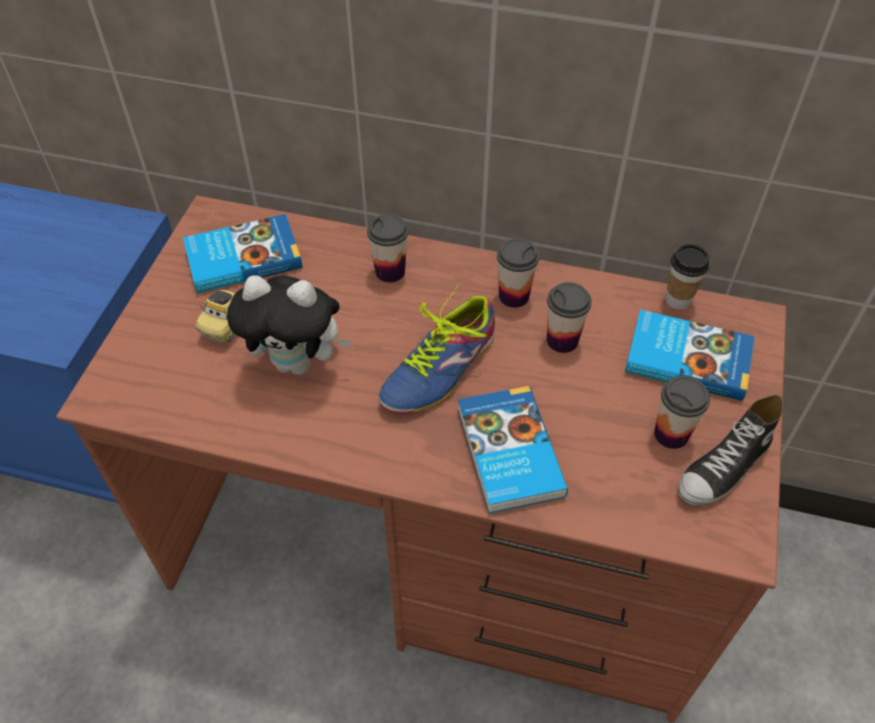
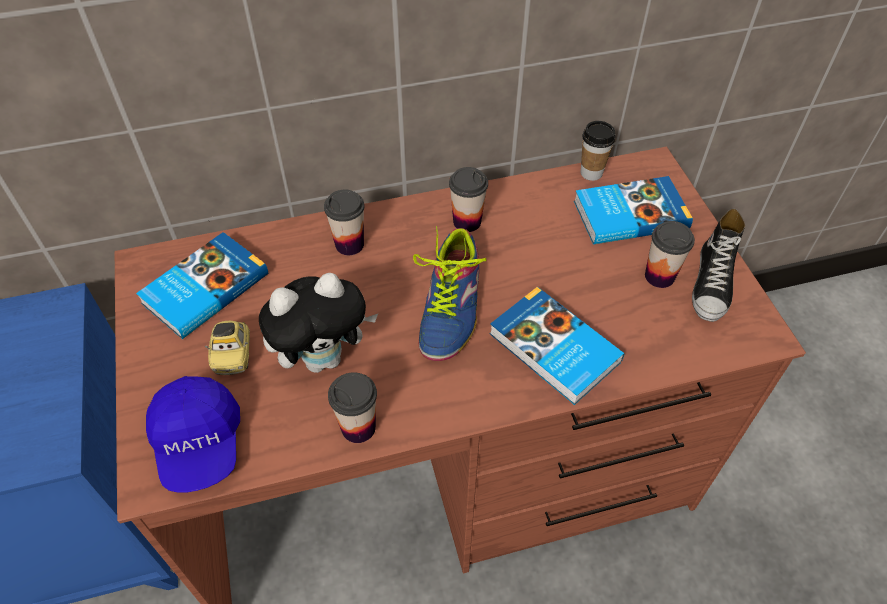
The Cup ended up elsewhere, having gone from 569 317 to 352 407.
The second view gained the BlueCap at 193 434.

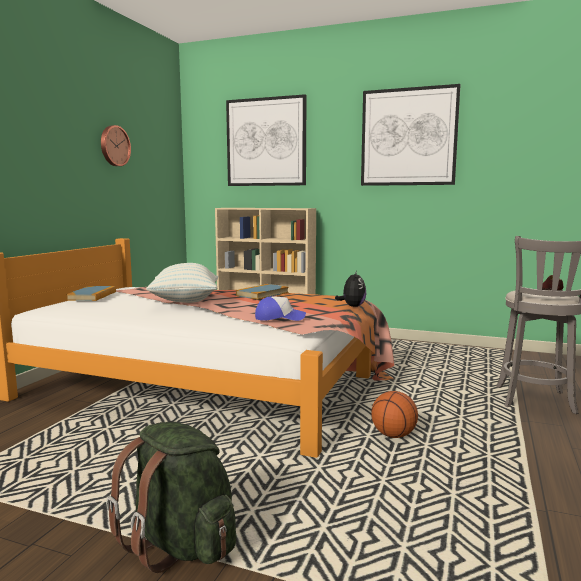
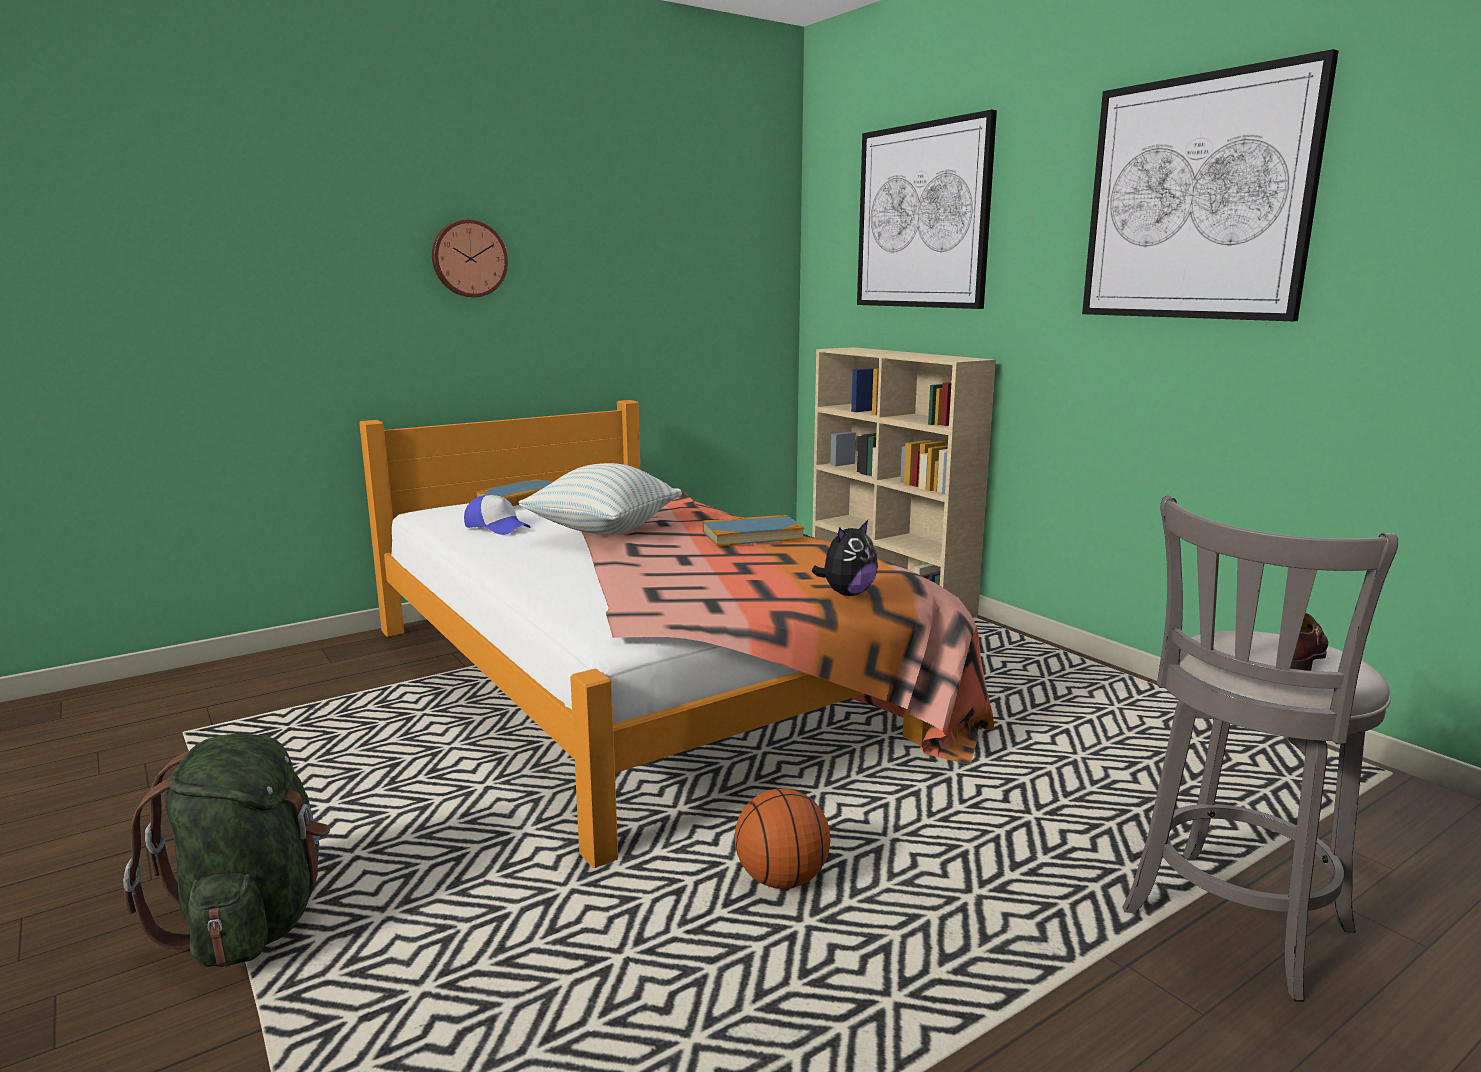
The WallClock ended up elsewhere, having gone from 116 145 to 470 258.
The Cap ended up elsewhere, having gone from 280 308 to 497 515.

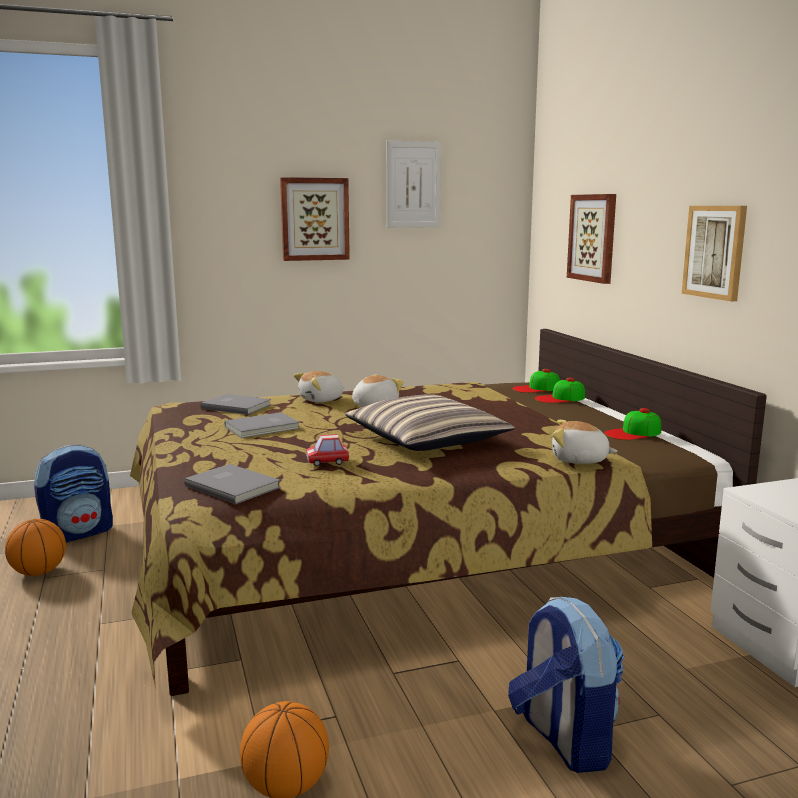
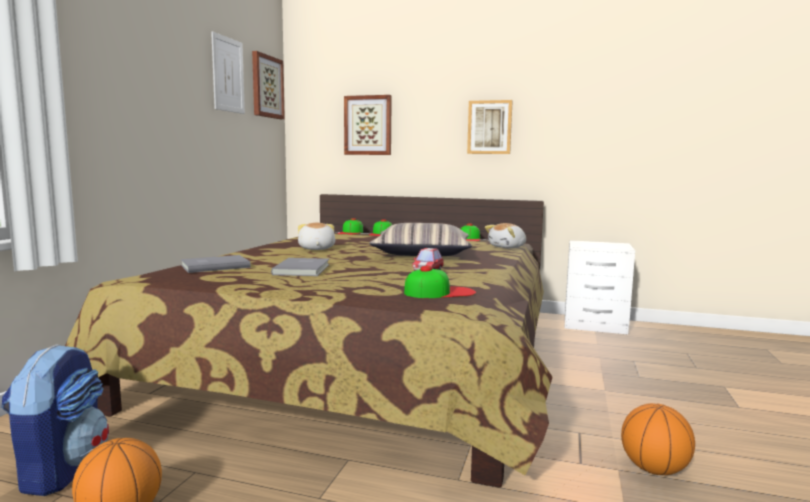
The Picture ended up elsewhere, having gone from 315 219 to 268 85.
The second view lost the PlushToy at 319 387.
Where the GreyBook stood at 232 484, the Cap came to stand at 440 282.
The second view lost the Backpack at 566 685.

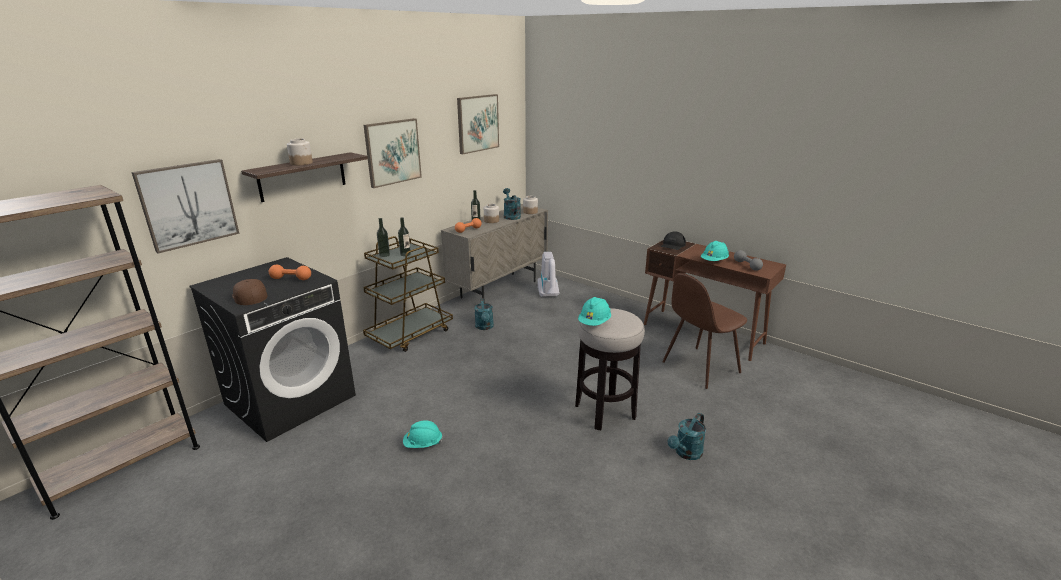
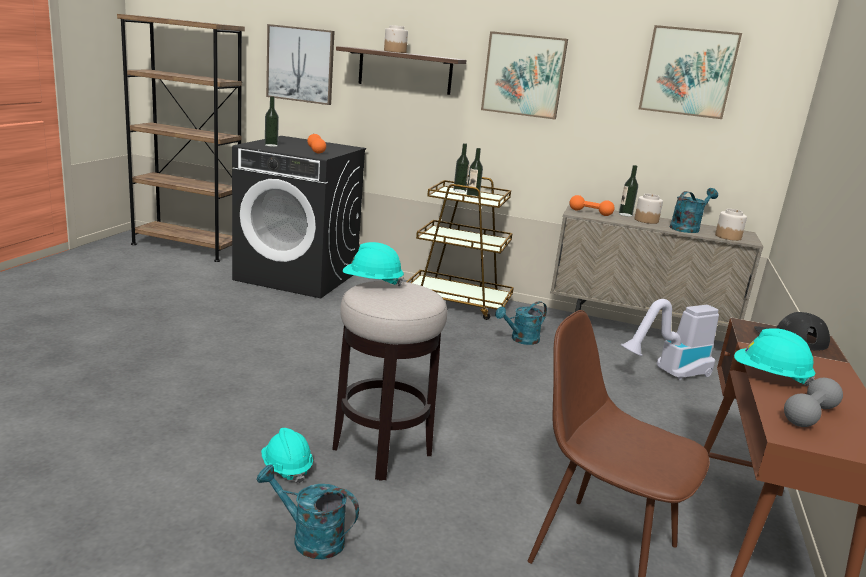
Where the BrownCap stood at 249 292, the Bottle came to stand at 272 121.
The TurquoiseHardHat ended up elsewhere, having gone from 423 434 to 287 455.

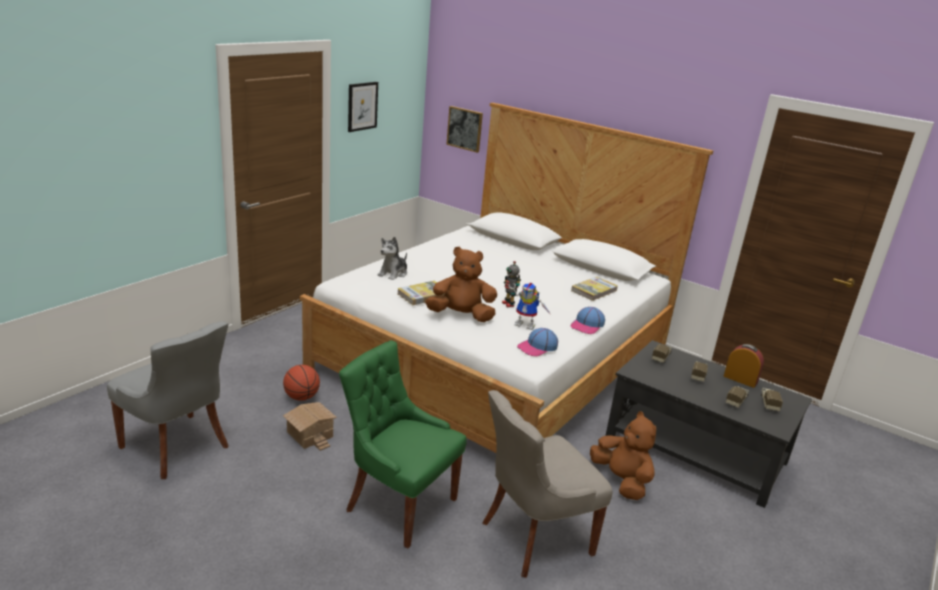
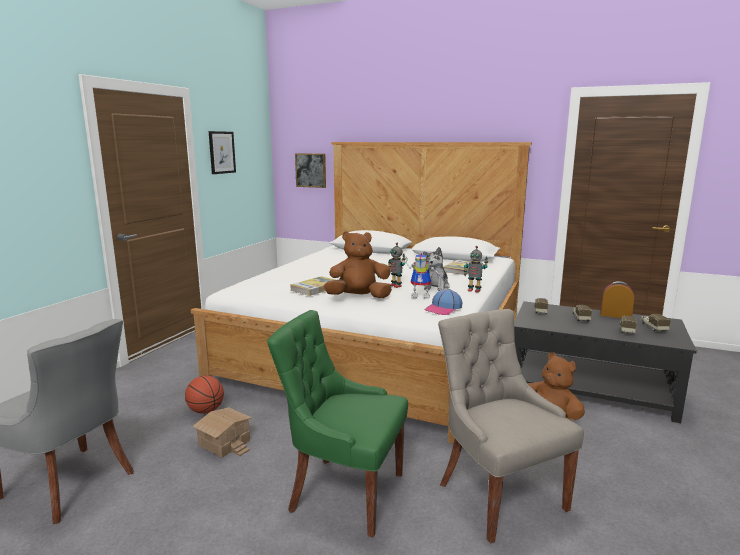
The PlushToy ended up elsewhere, having gone from 392 258 to 436 269.
Where the Cap stood at 588 320, the ToyRobot came to stand at 476 269.
The GreyChair at 547 484 ended up facing another way, 105 degrees clockwise from before.

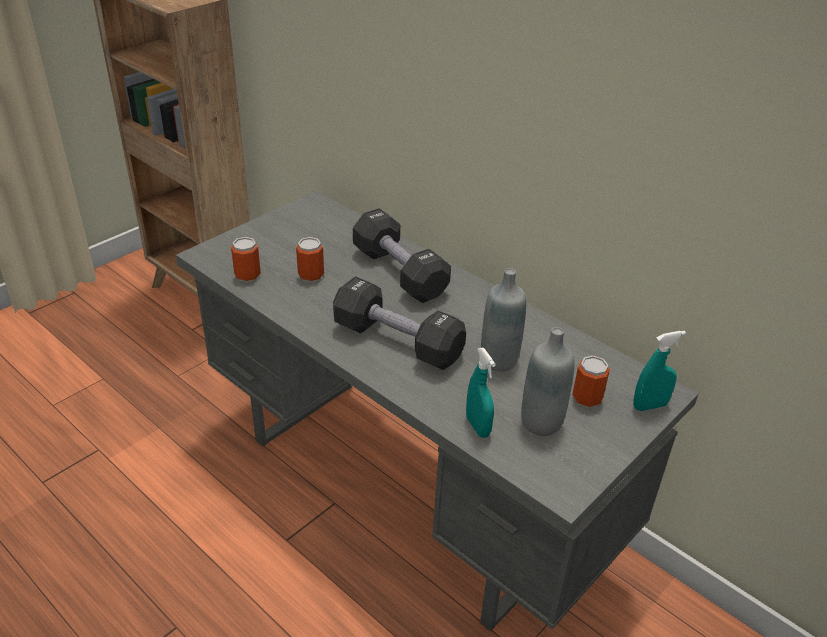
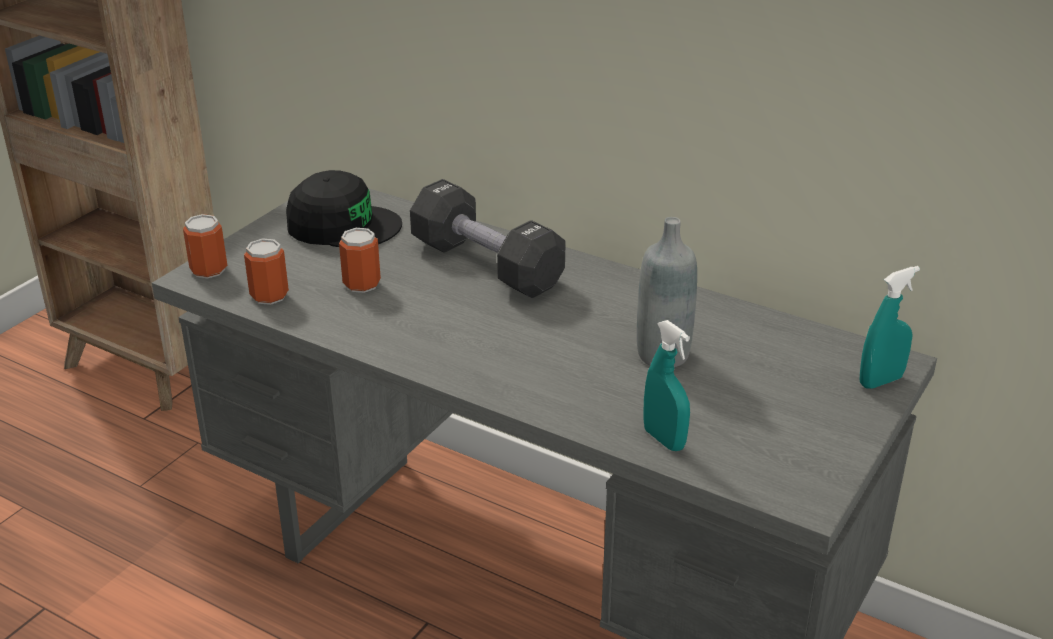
The second view lost the BlackDumbbell at 399 323.
The second view lost the GreyBottle at 548 381.
The Can ended up elsewhere, having gone from 591 381 to 205 246.
The second view gained the BlackCap at 344 208.

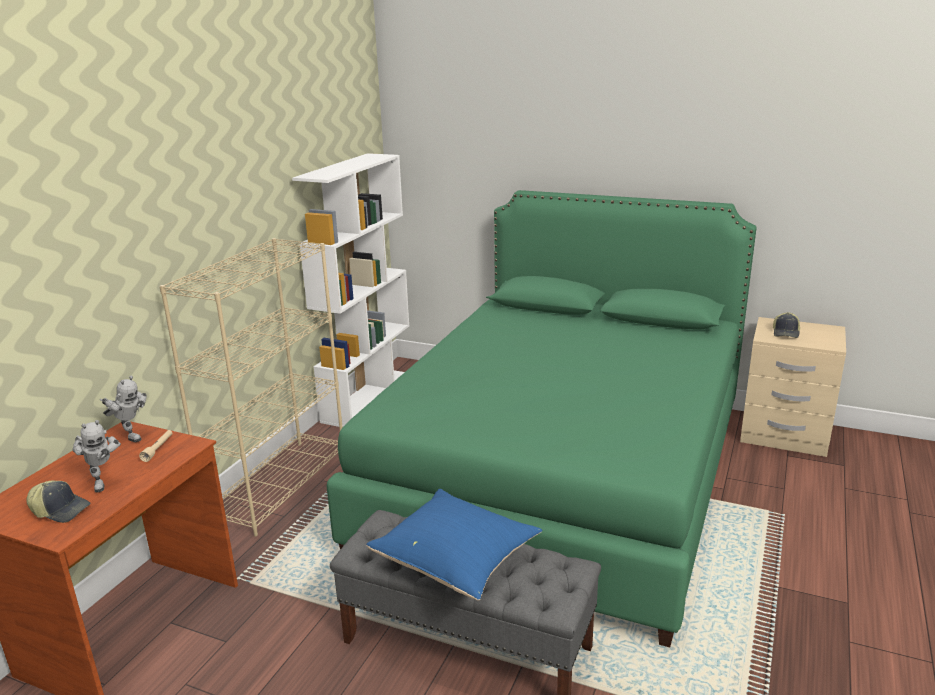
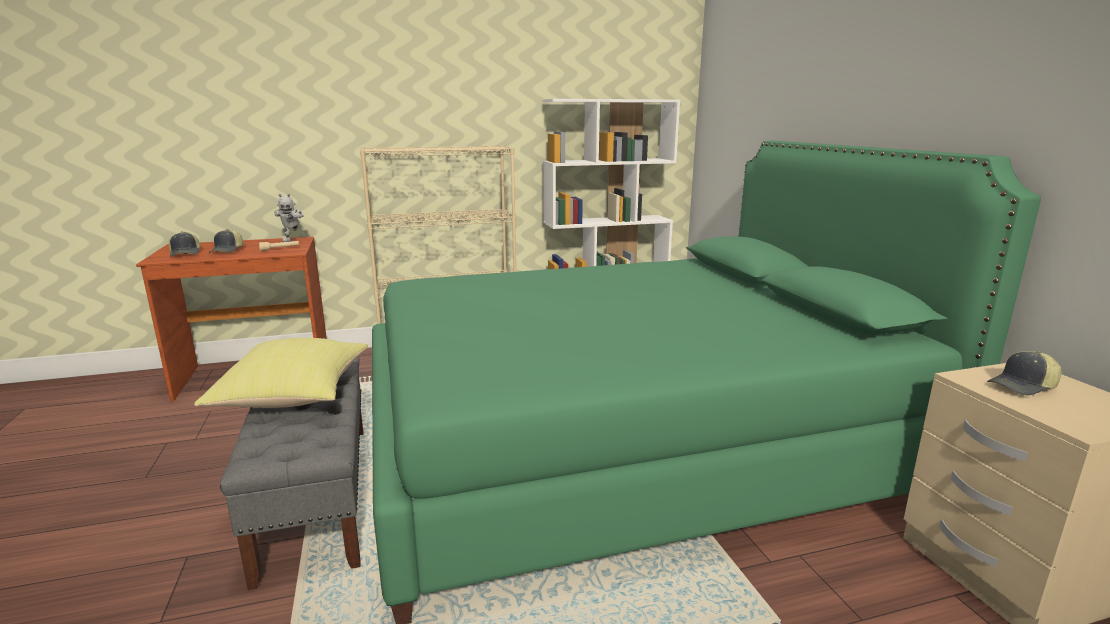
Where the ToyRobot stood at 96 456, the Cap came to stand at 226 241.
What was the BluePillow at 454 544 turned into the YellowPillow at 281 373.

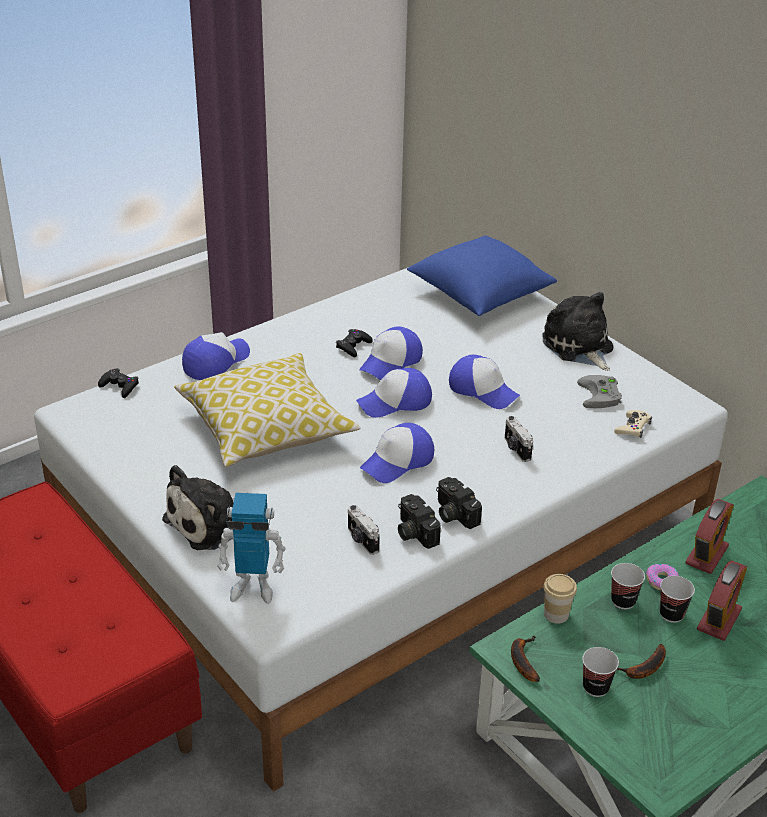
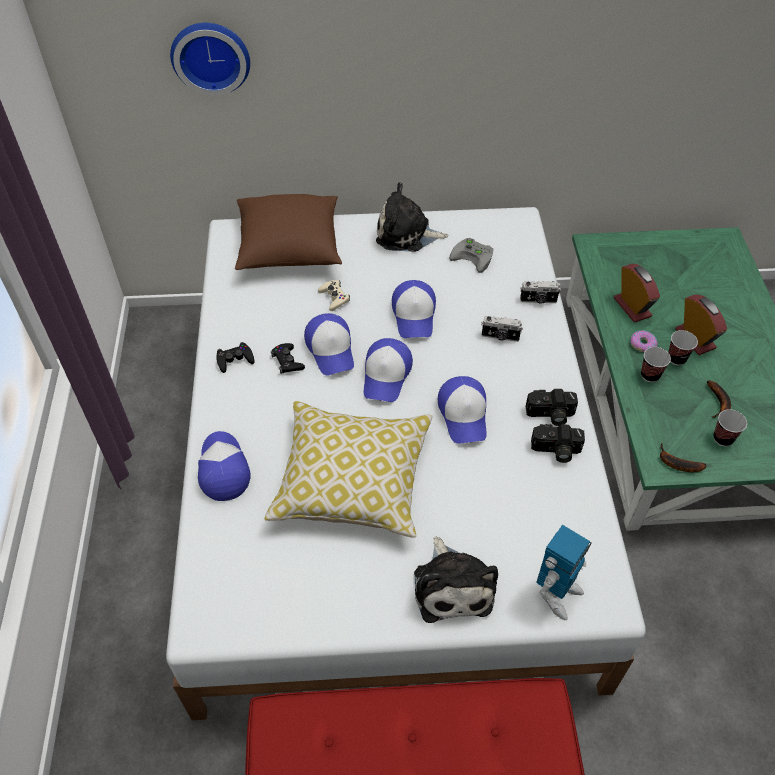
What was the BluePillow at 482 275 turned into the BrownPillow at 288 232.
The Cap at 484 382 ended up facing another way, 105 degrees clockwise from before.
The BlackGameController ended up elsewhere, having gone from 118 383 to 235 357.
The BeigeGameController ended up elsewhere, having gone from 633 424 to 334 295.
The PhotoCamera ended up elsewhere, having gone from 364 530 to 540 292.
The second view lost the Cup at 560 599.
The second view gained the WallClock at 210 59.

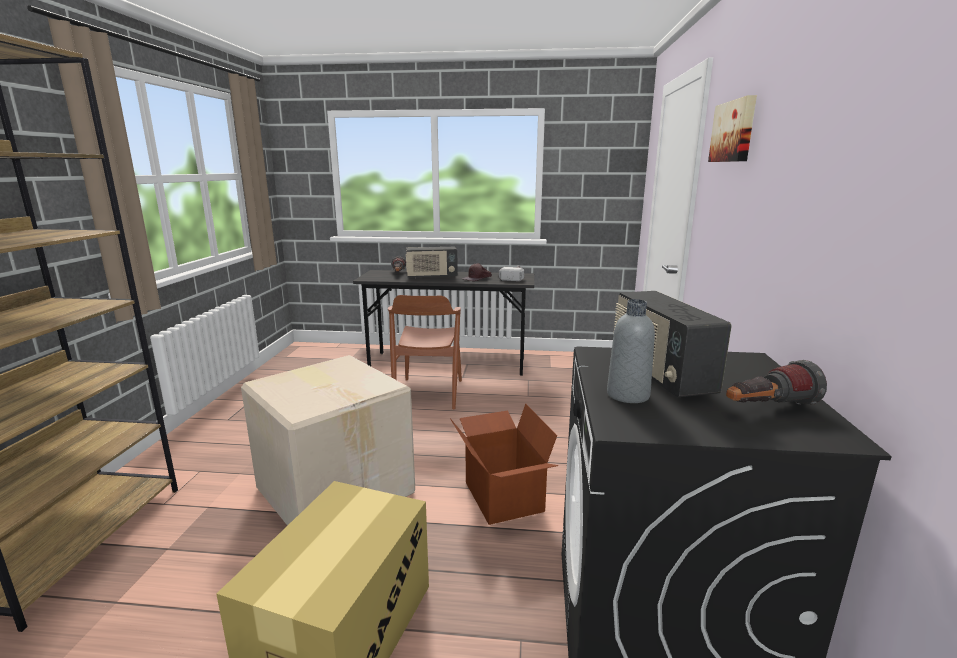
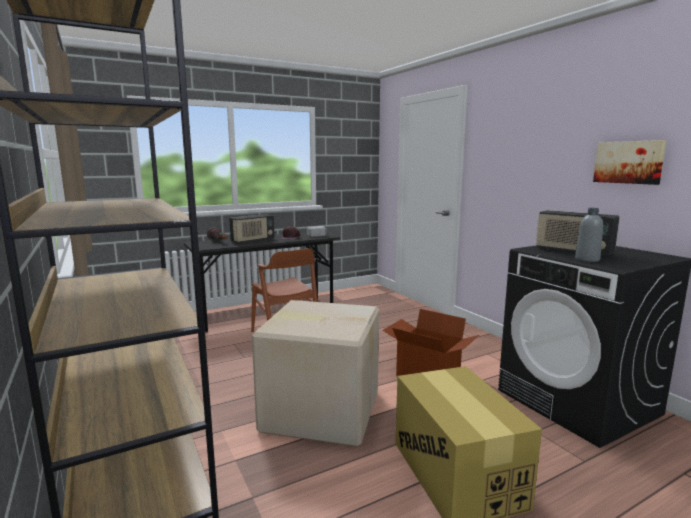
The Picture ended up elsewhere, having gone from 732 128 to 629 162.
The second view lost the Flashlight at 776 382.

